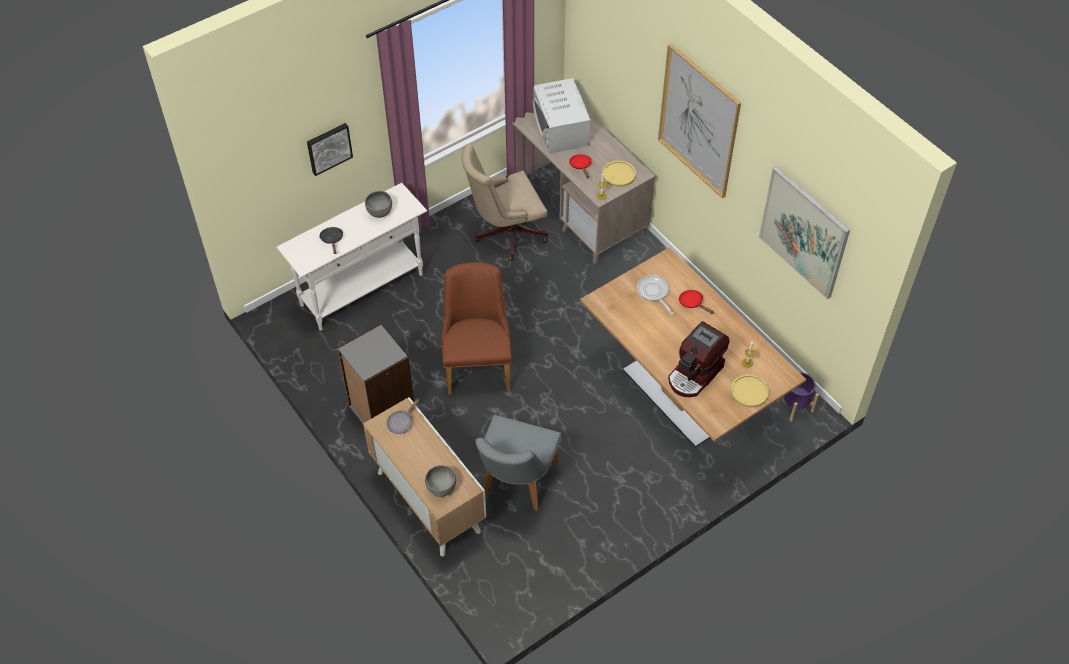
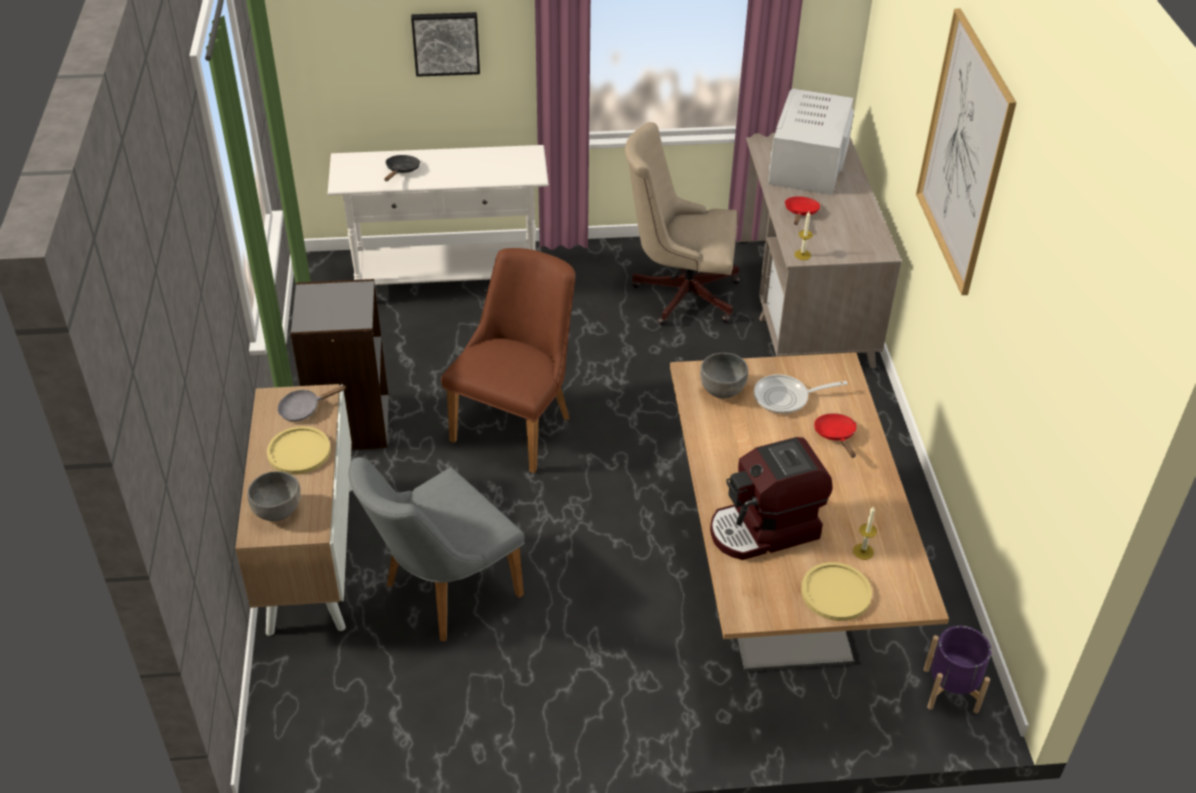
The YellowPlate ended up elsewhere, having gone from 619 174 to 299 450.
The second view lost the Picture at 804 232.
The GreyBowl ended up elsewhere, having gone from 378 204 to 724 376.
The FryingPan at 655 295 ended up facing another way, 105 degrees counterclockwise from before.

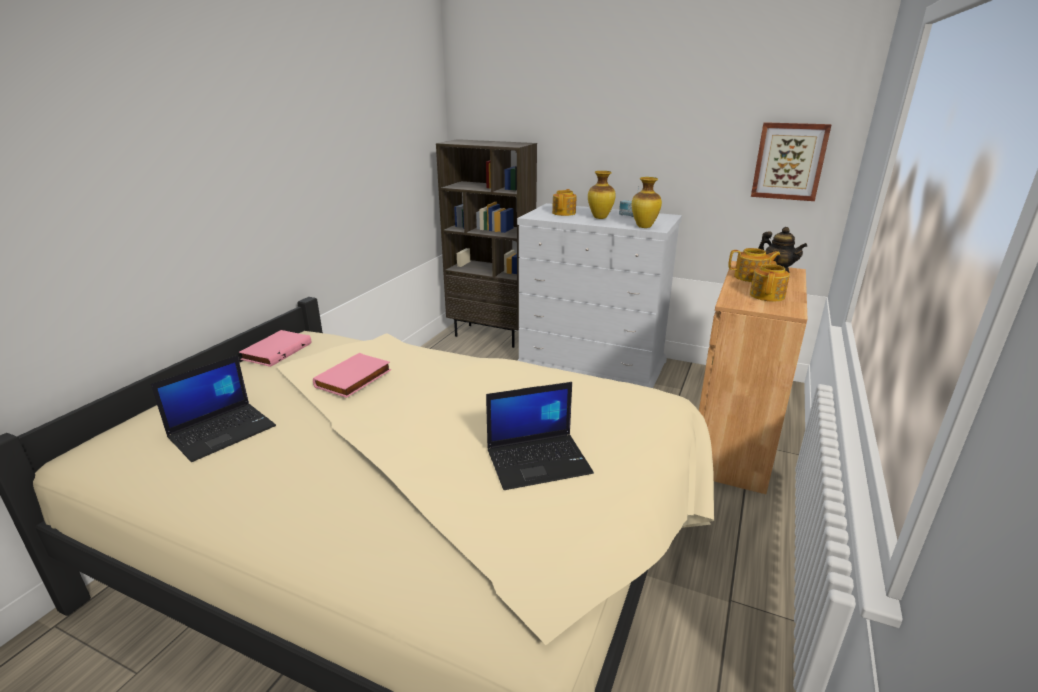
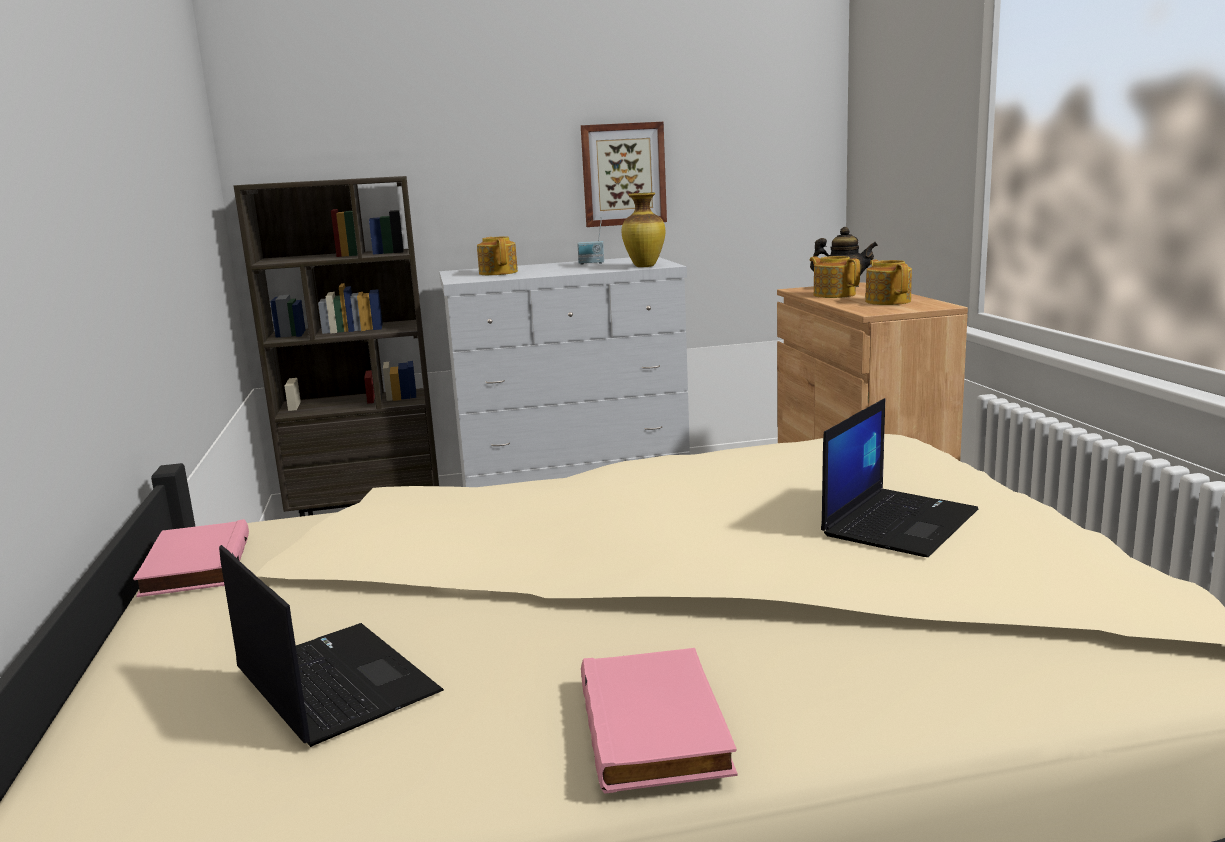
The Picture ended up elsewhere, having gone from 791 161 to 624 174.
The second view lost the Vase at 602 195.
The Teapot at 754 265 ended up facing another way, 90 degrees counterclockwise from before.
The PinkBook ended up elsewhere, having gone from 352 375 to 659 721.
The Laptop at 213 408 ended up facing another way, 45 degrees counterclockwise from before.

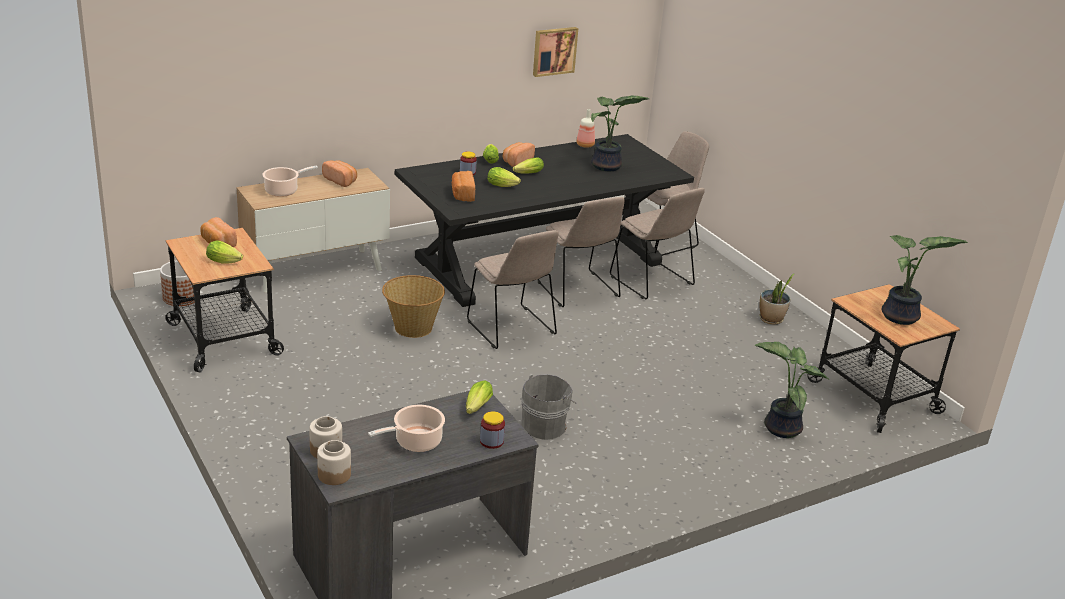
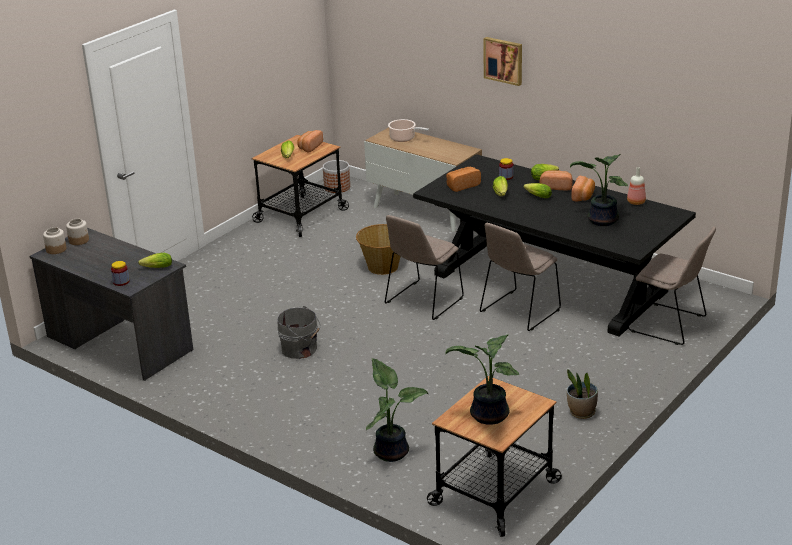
The Picture ended up elsewhere, having gone from 555 52 to 503 61.
The Bread ended up elsewhere, having gone from 339 173 to 583 188.
The second view lost the BeigeChair at 657 243.
The second view lost the CookingPot at 406 428.

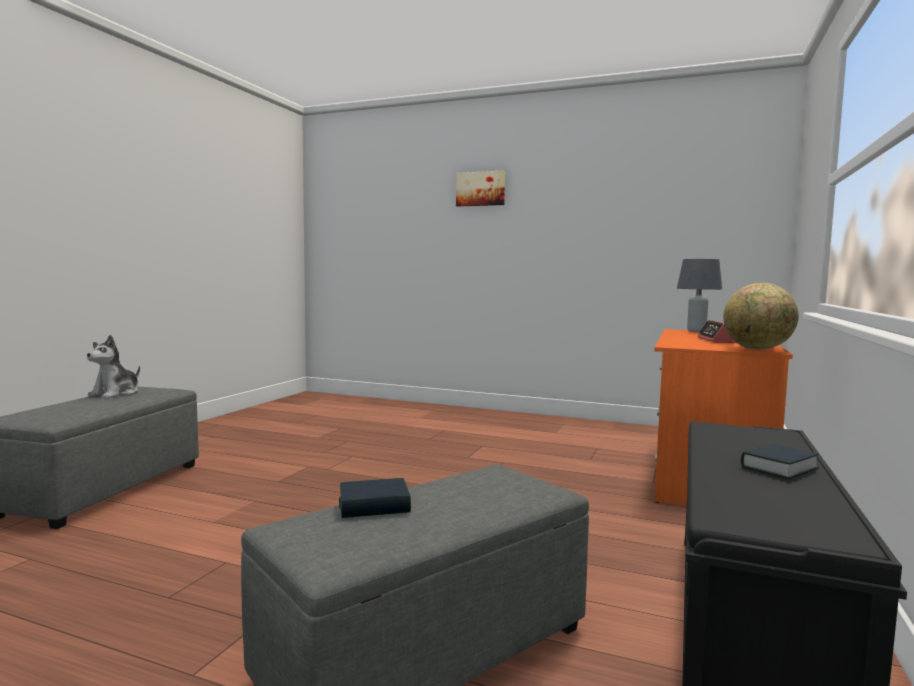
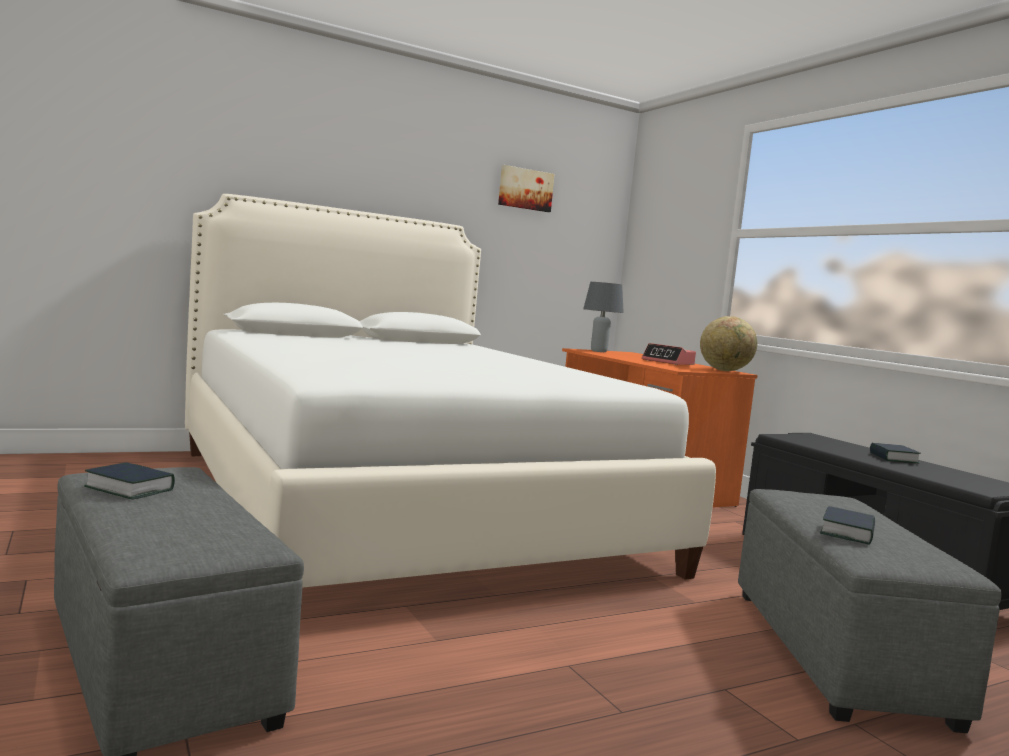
The Picture ended up elsewhere, having gone from 480 188 to 526 188.
Where the PlushToy stood at 113 366, the Book came to stand at 129 481.
The second view gained the WhiteBed at 450 391.

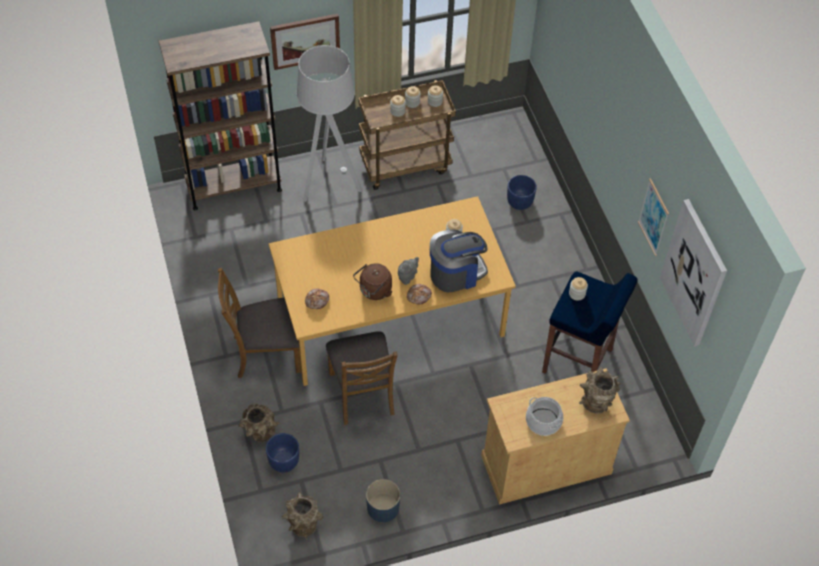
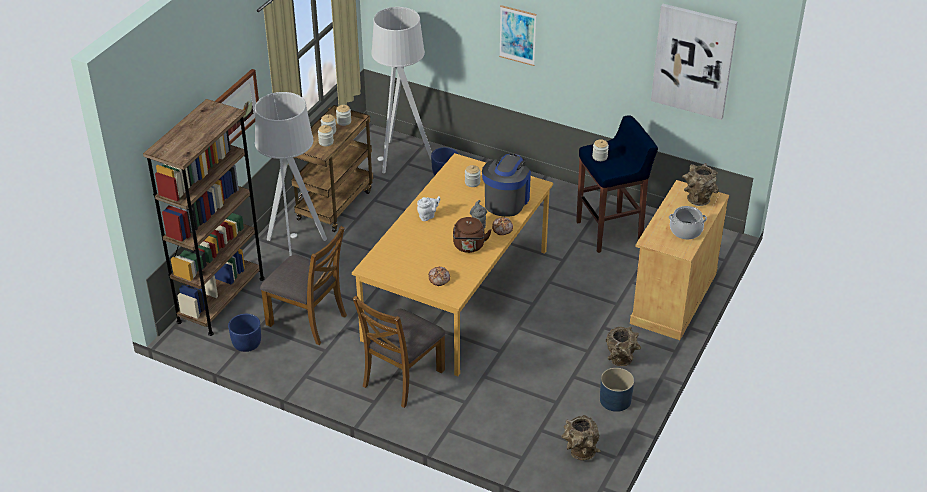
The Picture ended up elsewhere, having gone from 653 217 to 518 35.
The BrownChair ended up elsewhere, having gone from 362 378 to 303 285.
The BrownVase ended up elsewhere, having gone from 259 423 to 623 346.
The BluePlanter ended up elsewhere, having gone from 282 453 to 244 333.
The second view gained the GreyFloorLamp at 401 90.
The second view gained the WhiteTeapot at 428 208.

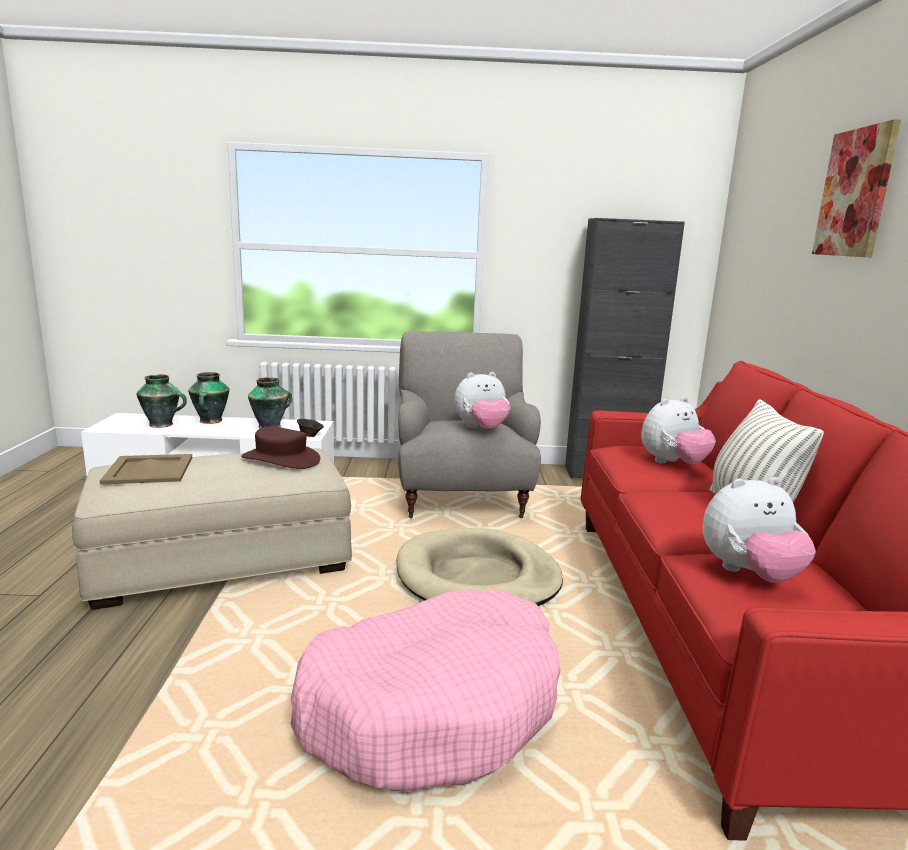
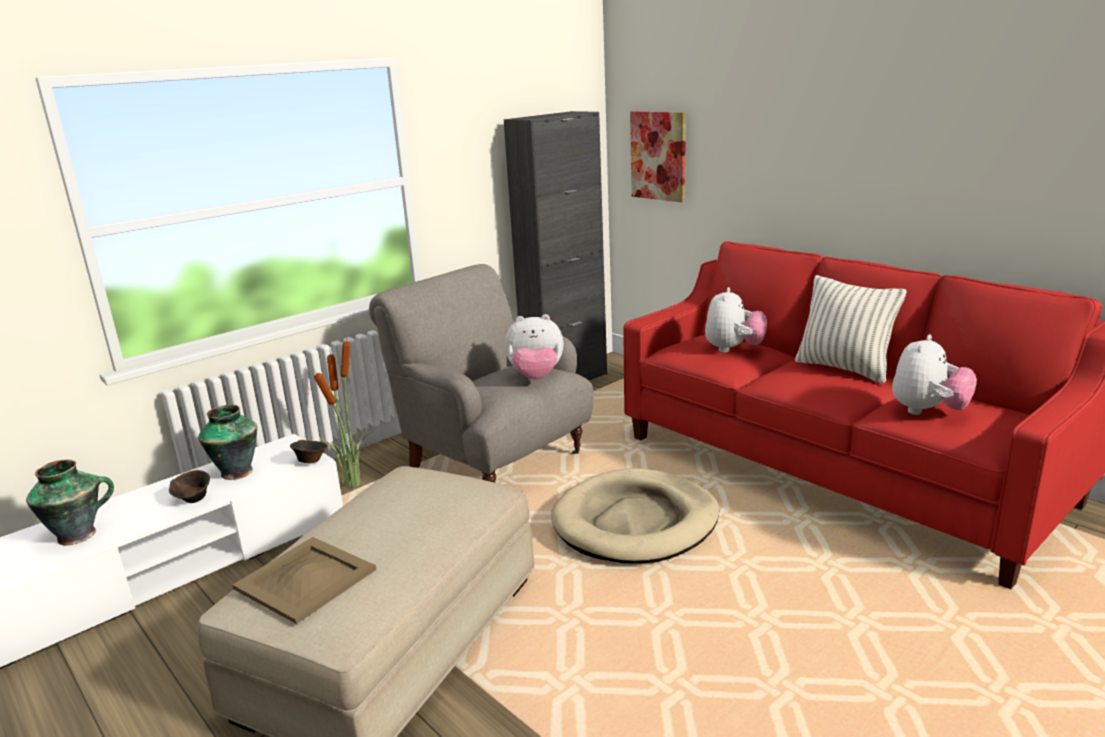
The Picture ended up elsewhere, having gone from 856 188 to 658 157.
The second view lost the Vase at 208 398.
The PlushToy at 482 400 ended up facing another way, 60 degrees clockwise from before.
The second view lost the BrownHat at 280 447.
The second view lost the PinkDogBed at 425 690.
The second view gained the PottedPlant at 343 410.
The second view gained the BrownBowl at 189 486.

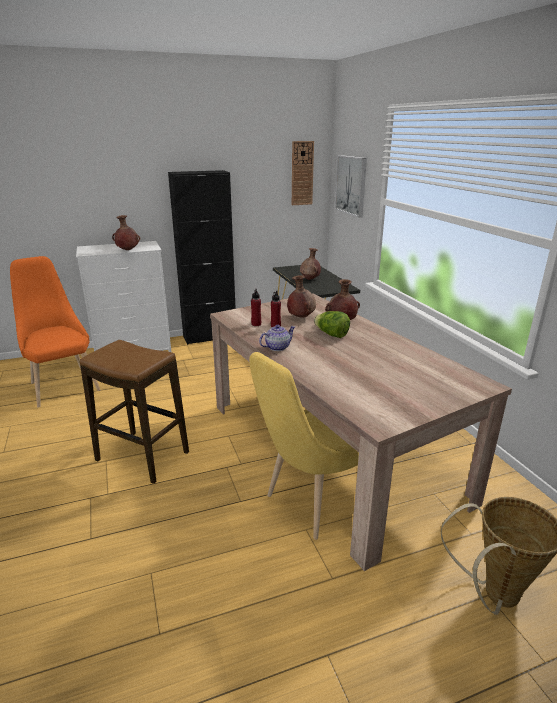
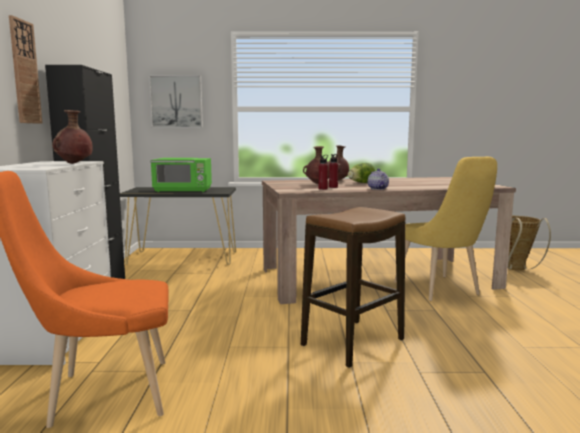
The WallClock ended up elsewhere, having gone from 303 173 to 25 69.
Where the BrownVase stood at 310 264, the GreenMicrowave came to stand at 181 175.

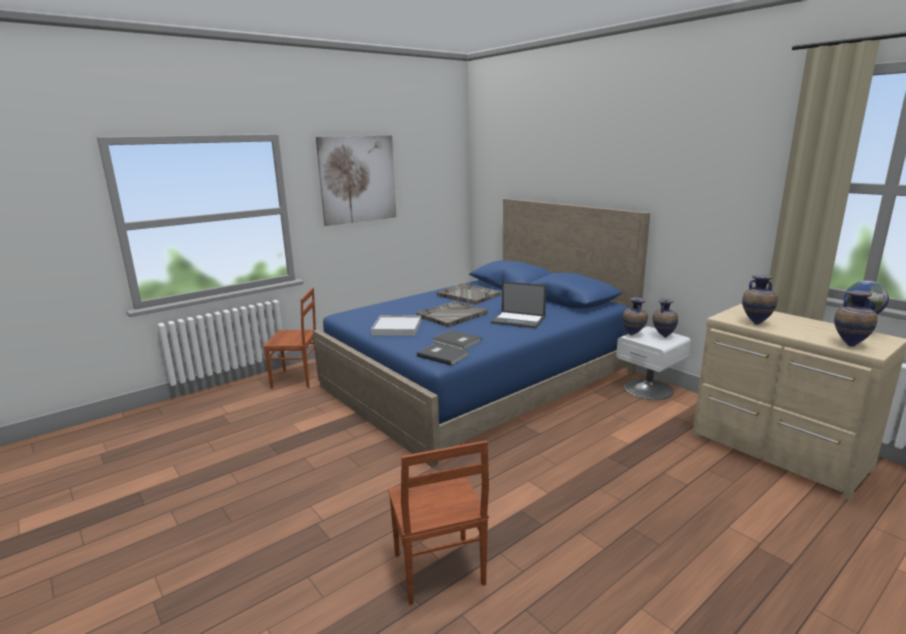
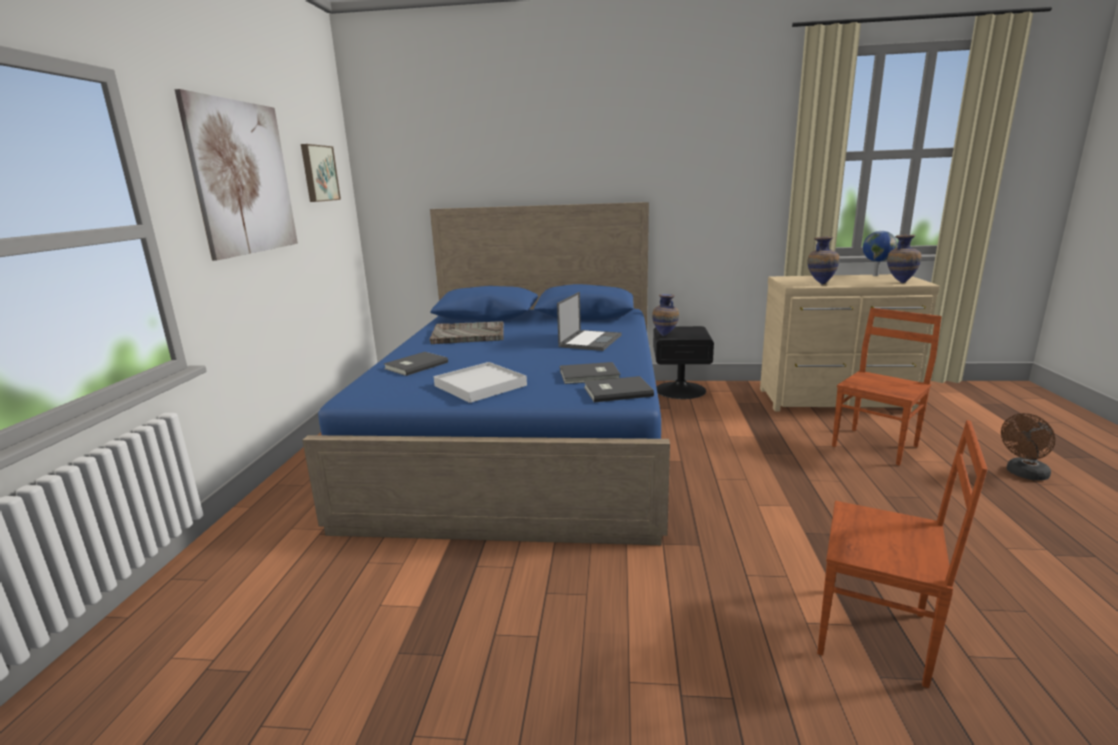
The Laptop at 518 305 ended up facing another way, 45 degrees counterclockwise from before.
The BrownChair ended up elsewhere, having gone from 290 338 to 887 386.
The second view lost the Vase at 665 318.
The second view lost the GreyTray at 452 314.
What was the WhiteNightstand at 653 363 turned into the BlackNightstand at 683 362.
The second view gained the Picture at 321 173.
The second view gained the GreyBook at 416 364.
The second view gained the BrownFan at 1028 447.

